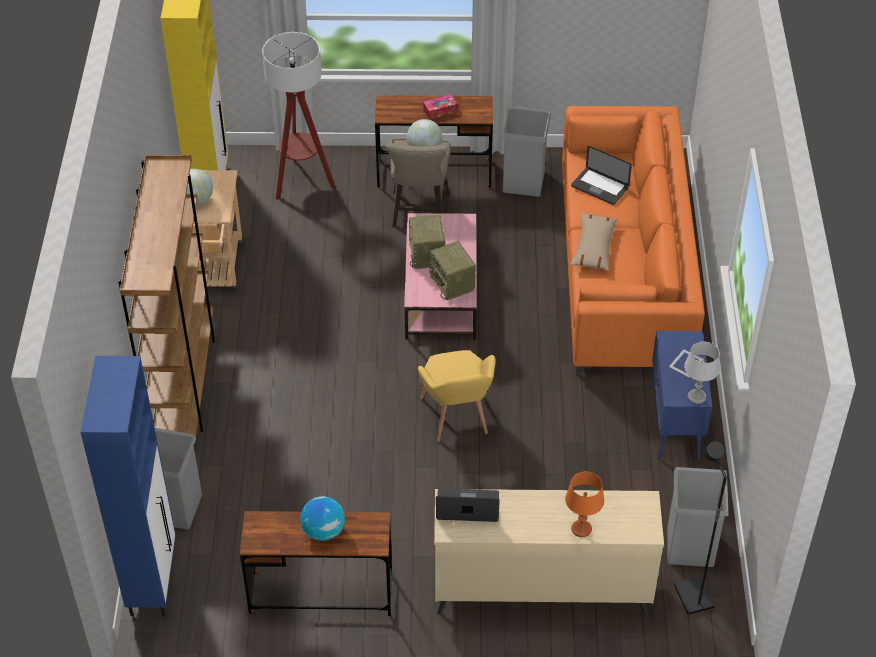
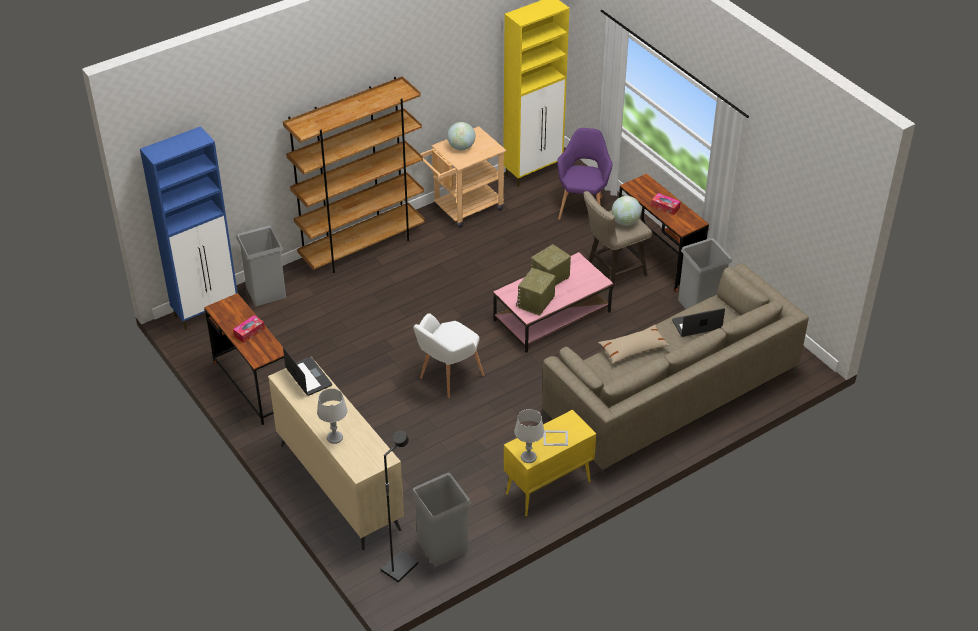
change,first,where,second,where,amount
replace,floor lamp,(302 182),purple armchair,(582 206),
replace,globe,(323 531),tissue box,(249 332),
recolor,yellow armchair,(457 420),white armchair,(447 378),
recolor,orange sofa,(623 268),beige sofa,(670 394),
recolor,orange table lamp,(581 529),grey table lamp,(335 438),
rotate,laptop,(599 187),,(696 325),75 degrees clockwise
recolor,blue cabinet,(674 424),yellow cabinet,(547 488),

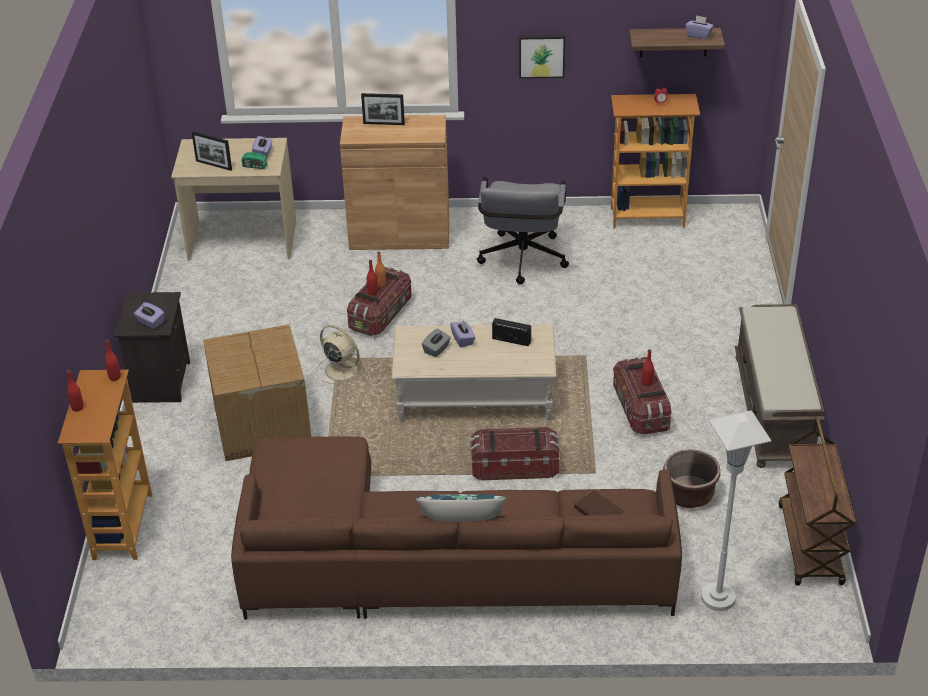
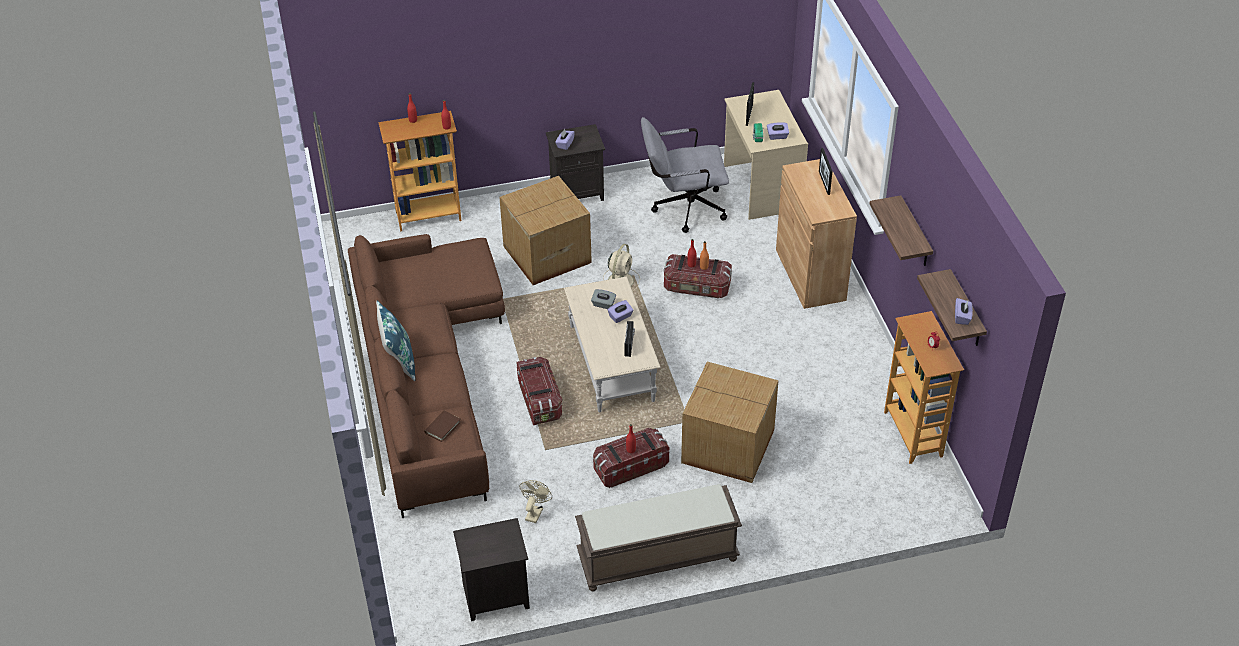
change,first,where,second,where,amount
move,grey office chair,(522 262),,(683 208),
replace,picture,(541 55),shelf,(915 233),
replace,brown planter,(689 495),beige fan,(535 512),
delete,white floor lamp,(718 598),,,
replace,brown cart,(810 545),black nightstand,(495 597),
insert,,,cardboard box,(728 447),

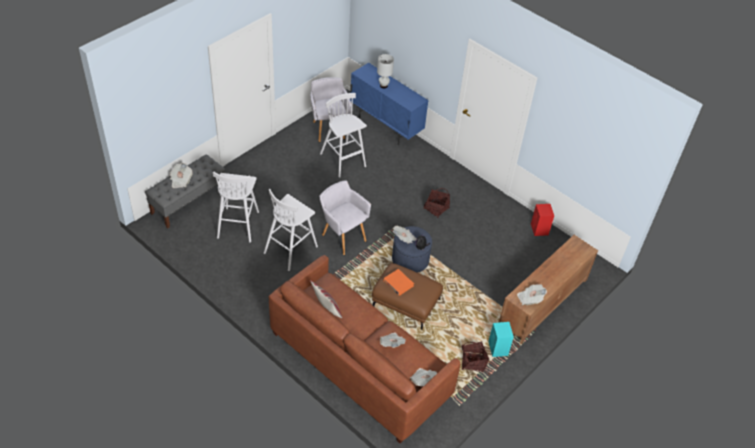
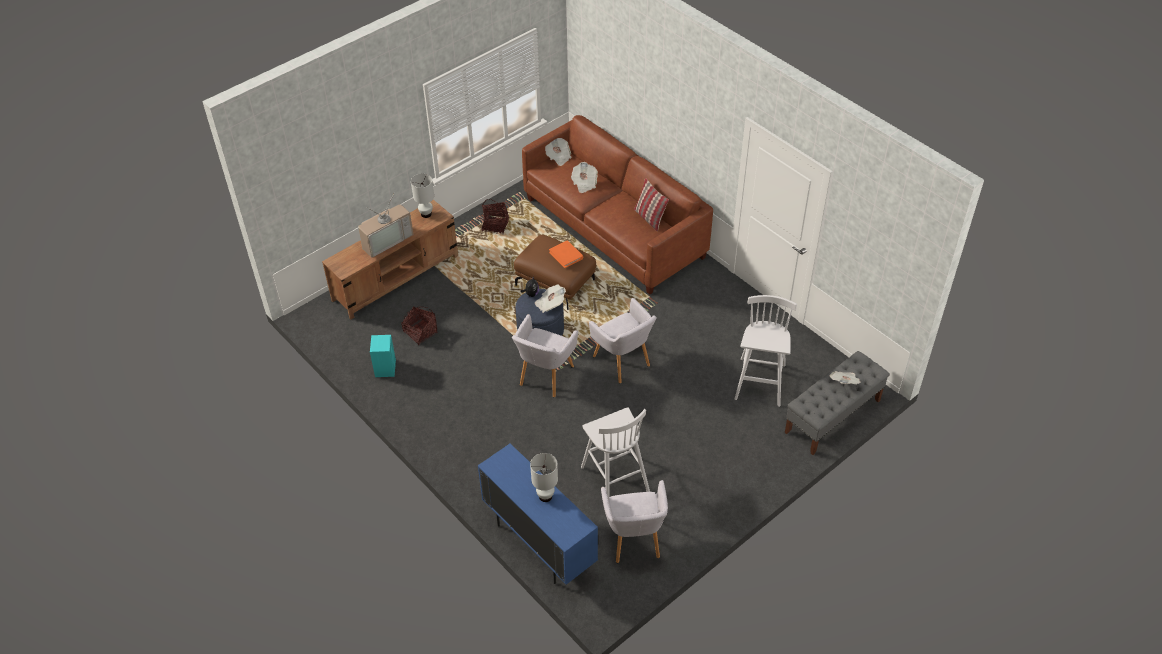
change,first,where,second,where,amount
delete,white stool,(291 249),,,
move,basket,(436 208),,(420 332),
move,turquoise speaker,(498 349),,(385 368),
replace,newspaper,(530 299),white table lamp,(426 214),
delete,red speaker,(539 230),,,
insert,,,television,(386 239),
insert,,,grey armchair,(545 377),

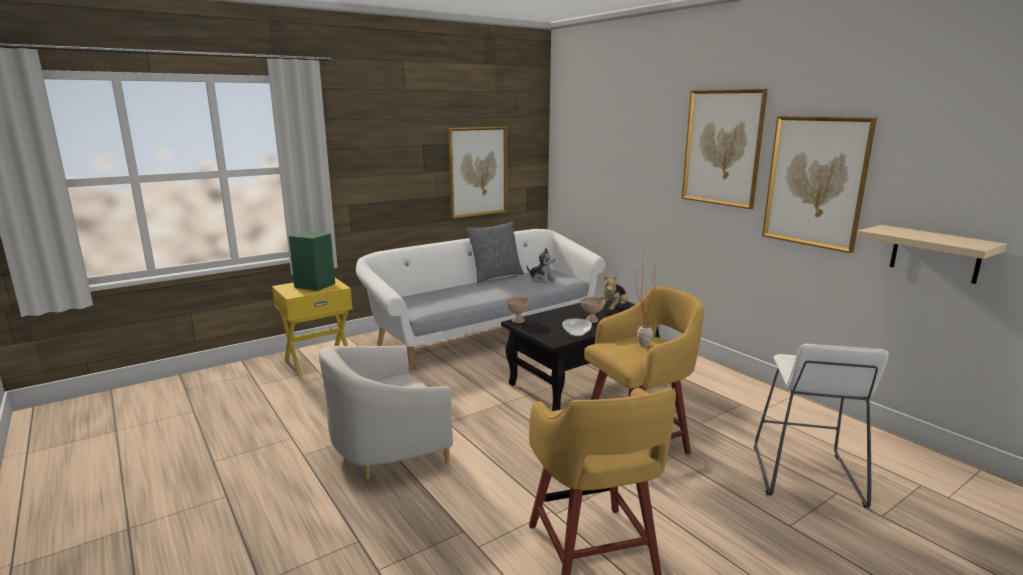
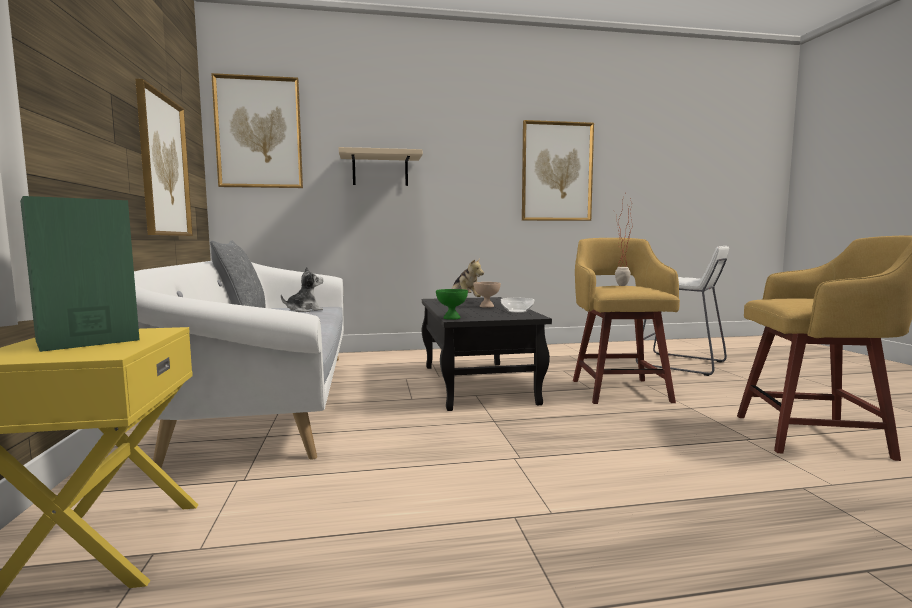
change,first,where,second,where,amount
delete,white armchair,(388 449),,,
recolor,beige bowl,(518 320),green bowl,(451 318),
move,picture,(722 147),,(259 133),
move,beige shelf,(935 254),,(380 170),

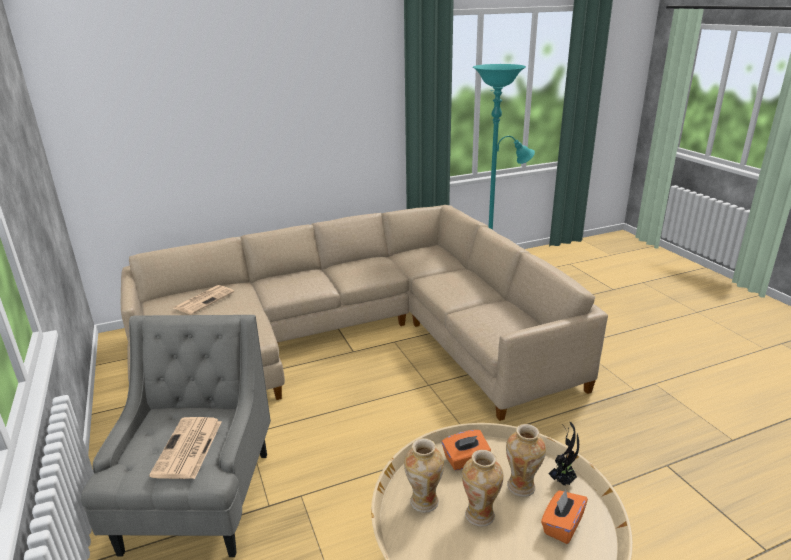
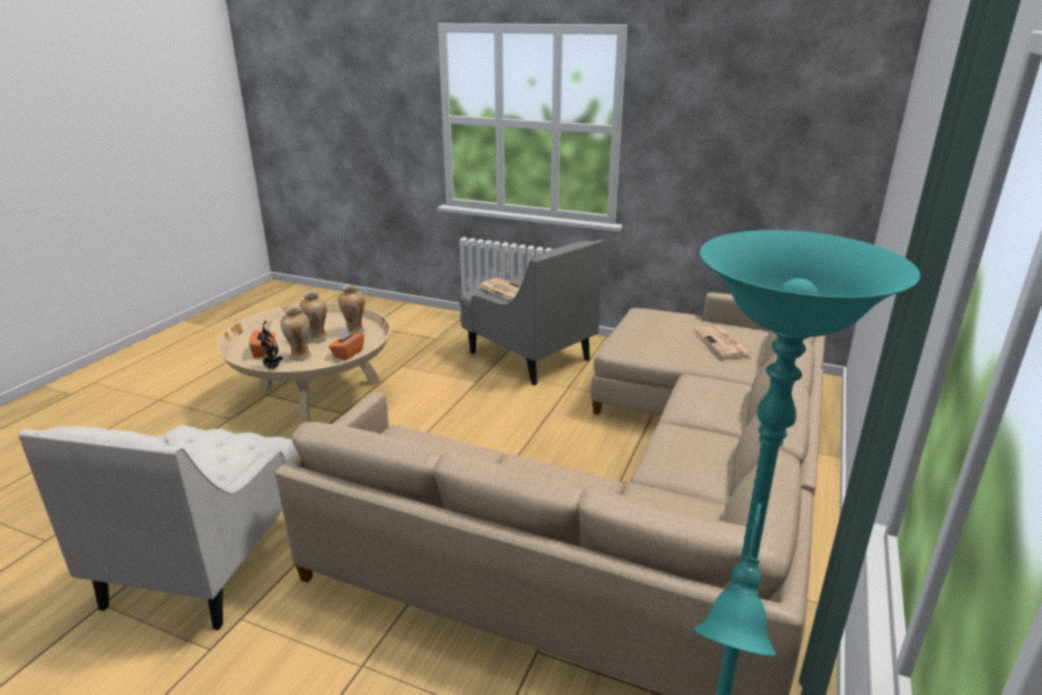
change,first,where,second,where,amount
insert,,,white armchair,(207 560),

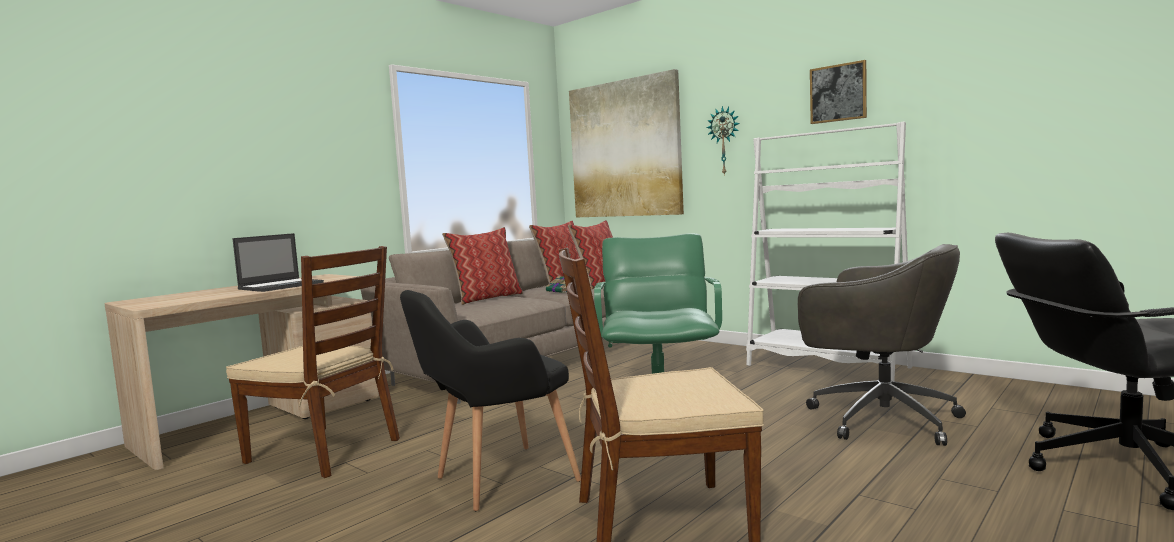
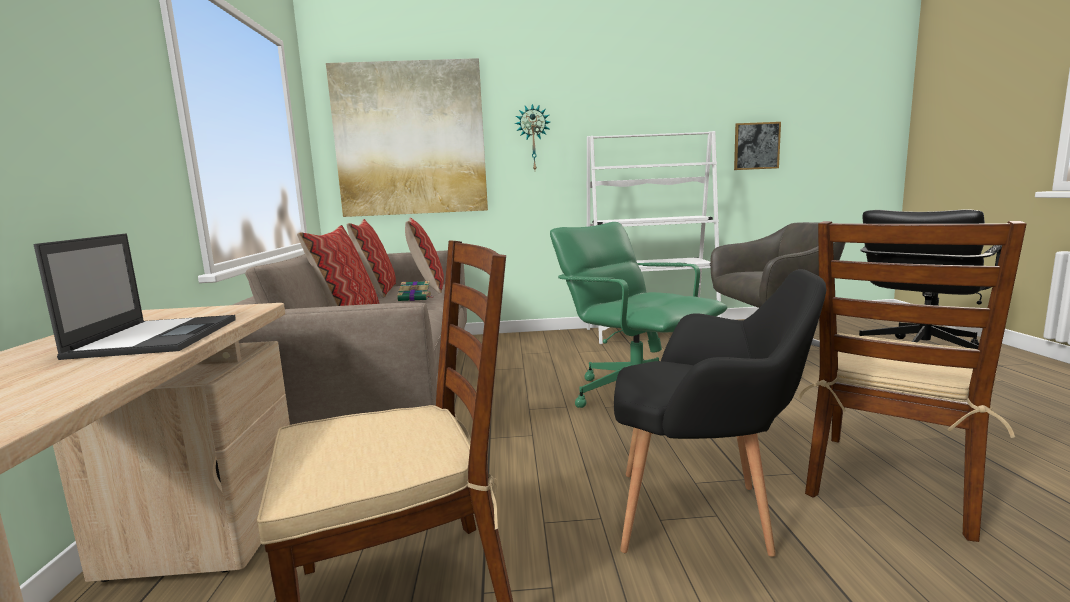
change,first,where,second,where,amount
rotate,black armchair,(496 481),,(704 516),90 degrees counterclockwise
move,picture,(838 93),,(756 146),

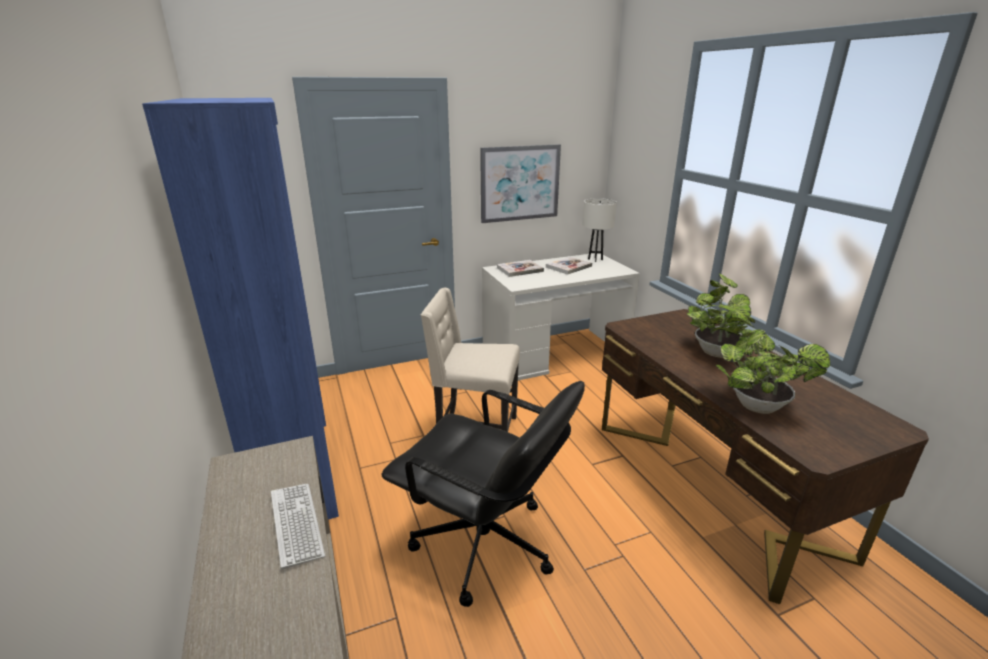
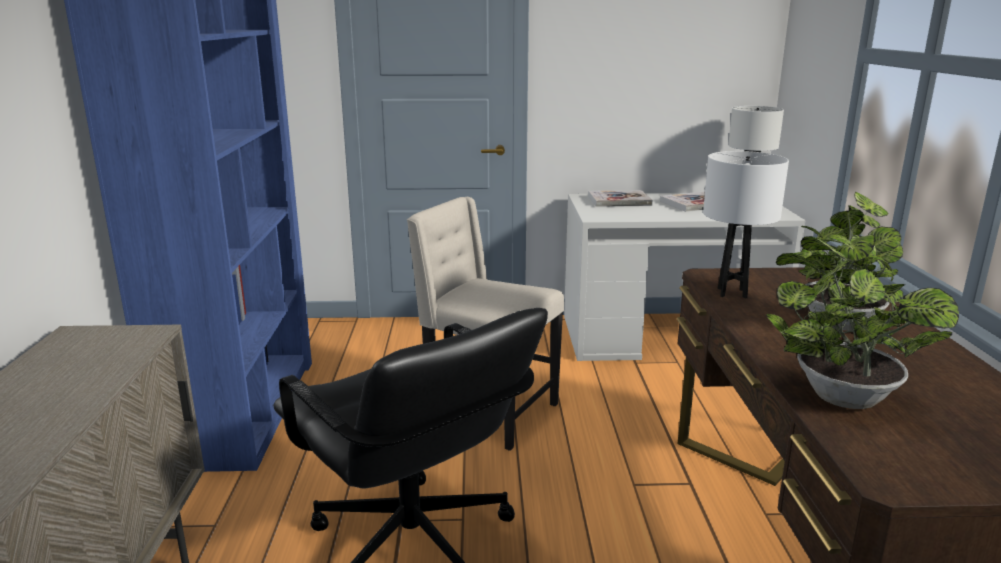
change,first,where,second,where,amount
delete,keyboard,(296 524),,,
delete,picture,(520 183),,,
insert,,,white table lamp,(732 293),

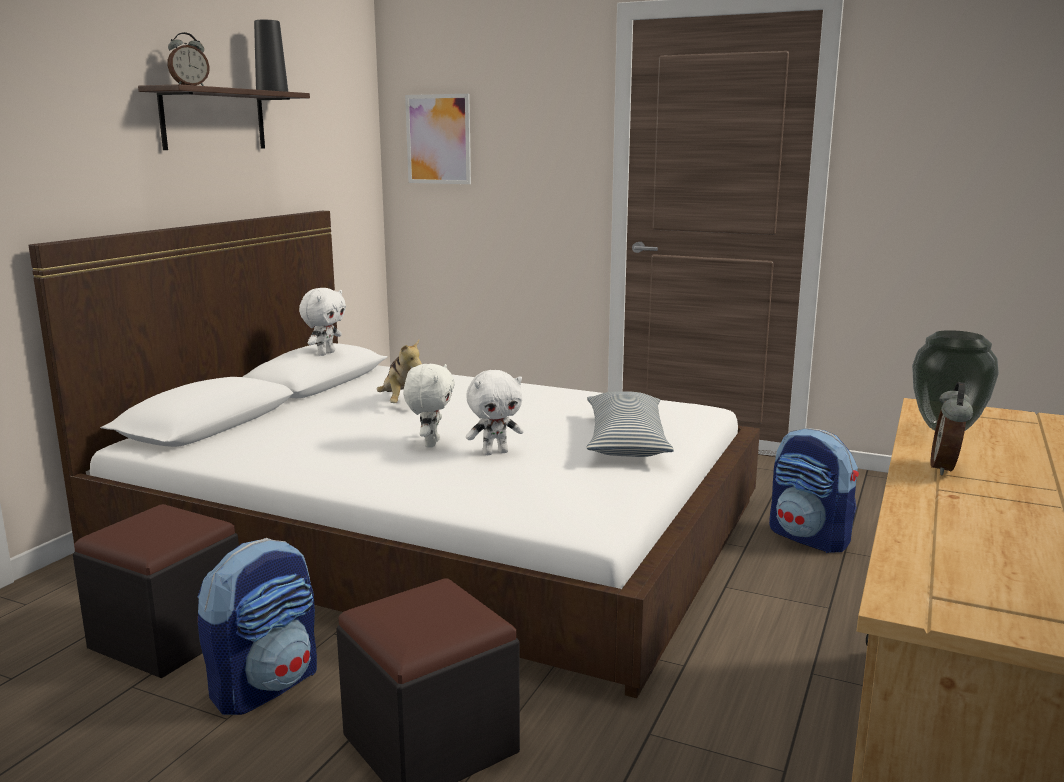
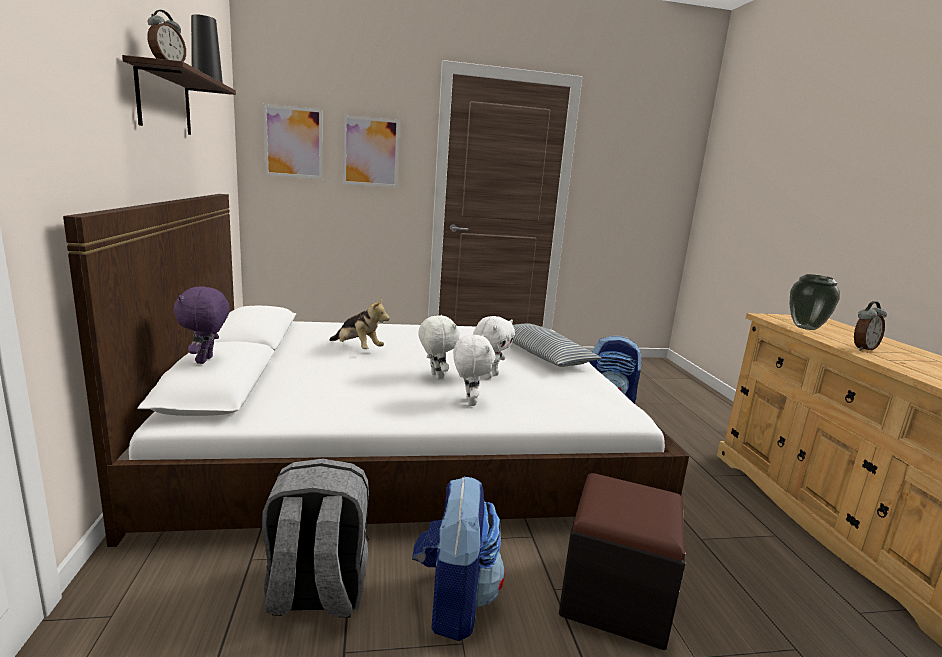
change,first,where,second,where,amount
replace,black ottoman,(168 637),grey backpack,(316 593),
move,white plush toy,(325 353),,(469 402),
rotate,alarm clock,(946 469),,(862 348),105 degrees counterclockwise
insert,,,purple plush toy,(206 360),
insert,,,picture,(371 152),

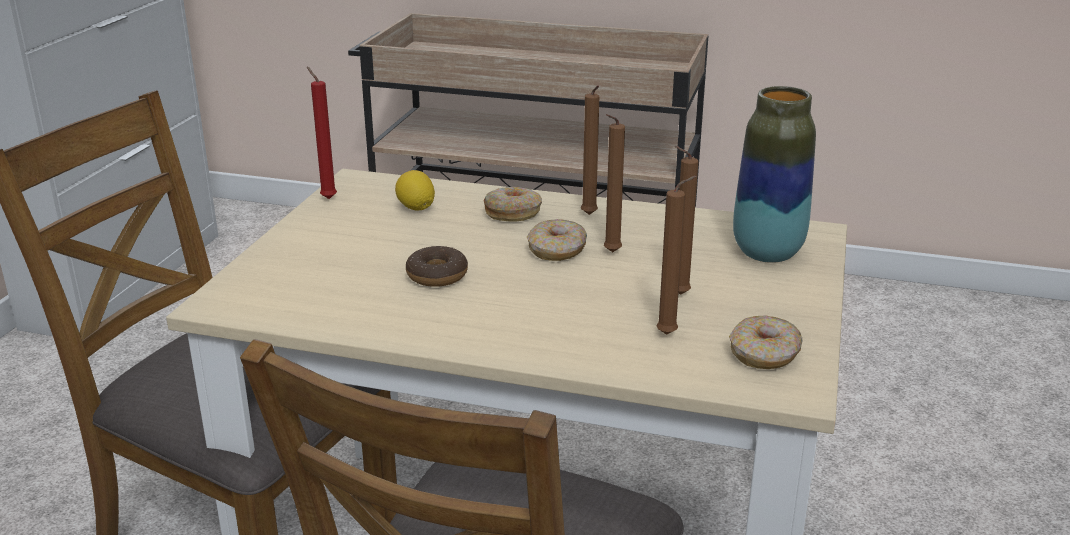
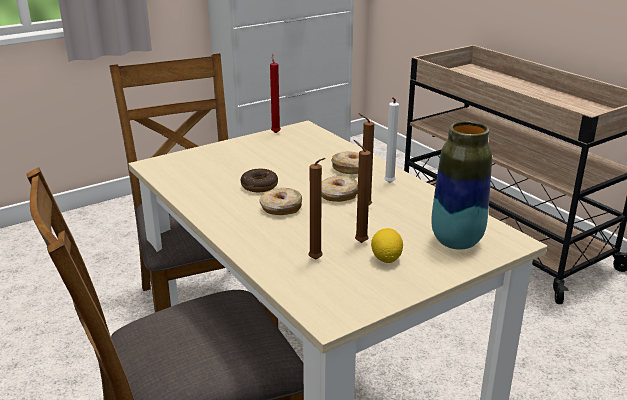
change,first,where,second,where,amount
move,lemon,(416 208),,(386 259),
recolor,brown candle,(590 216),white candle,(388 184),
move,donut,(764 354),,(281 208),

